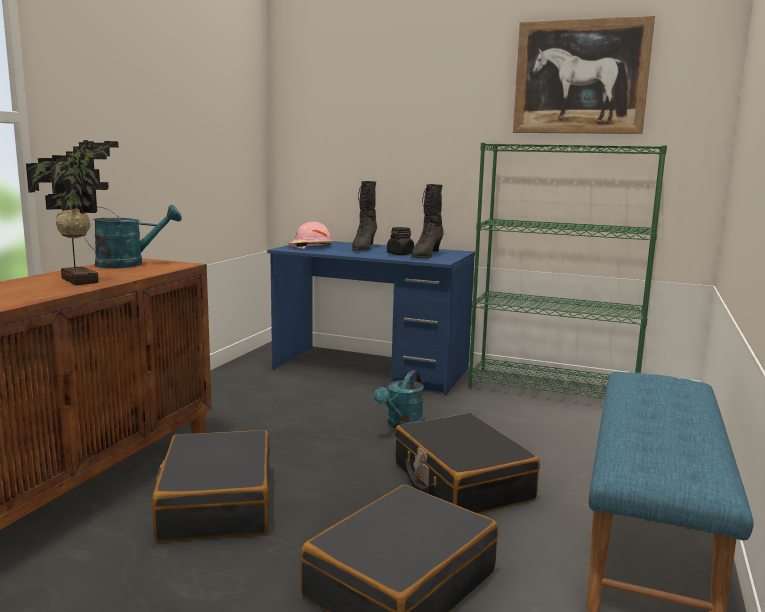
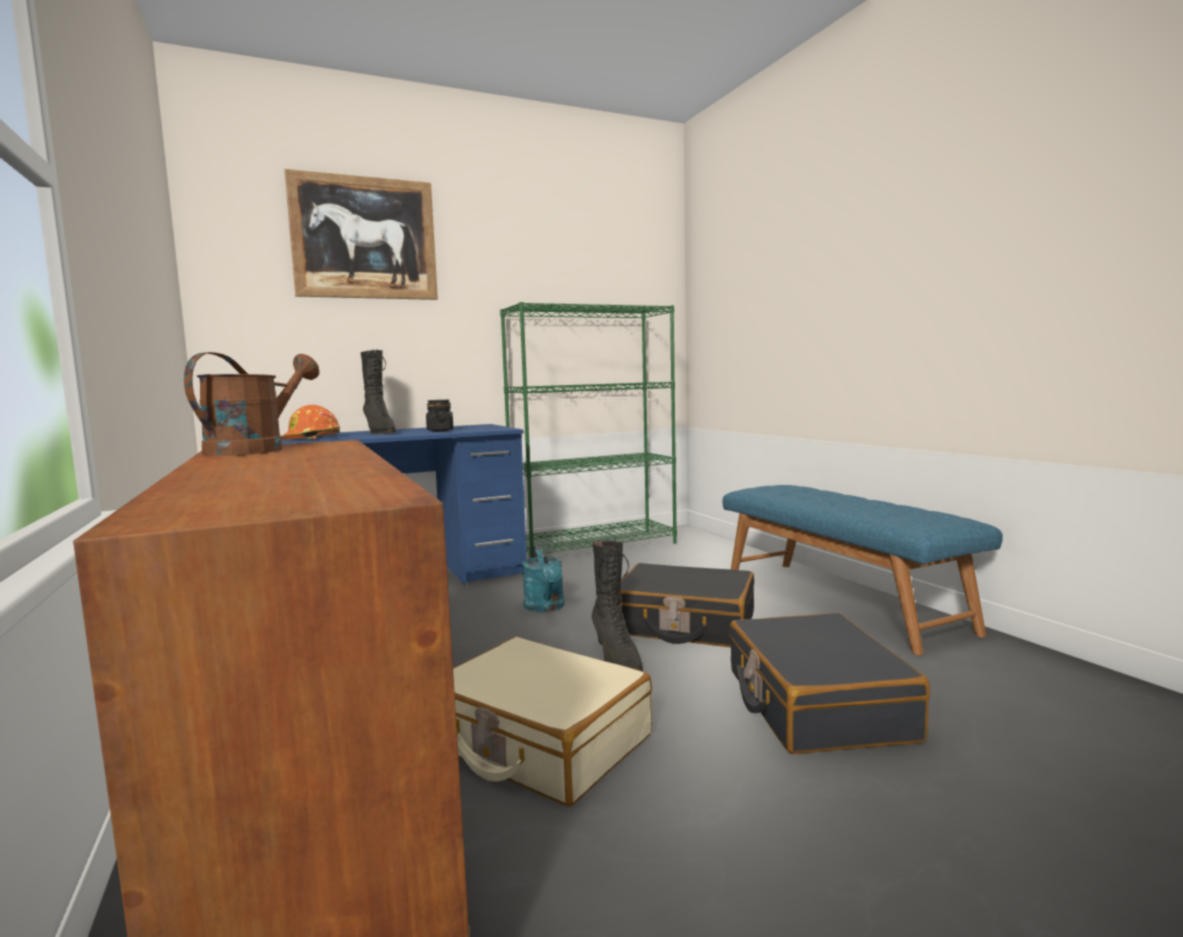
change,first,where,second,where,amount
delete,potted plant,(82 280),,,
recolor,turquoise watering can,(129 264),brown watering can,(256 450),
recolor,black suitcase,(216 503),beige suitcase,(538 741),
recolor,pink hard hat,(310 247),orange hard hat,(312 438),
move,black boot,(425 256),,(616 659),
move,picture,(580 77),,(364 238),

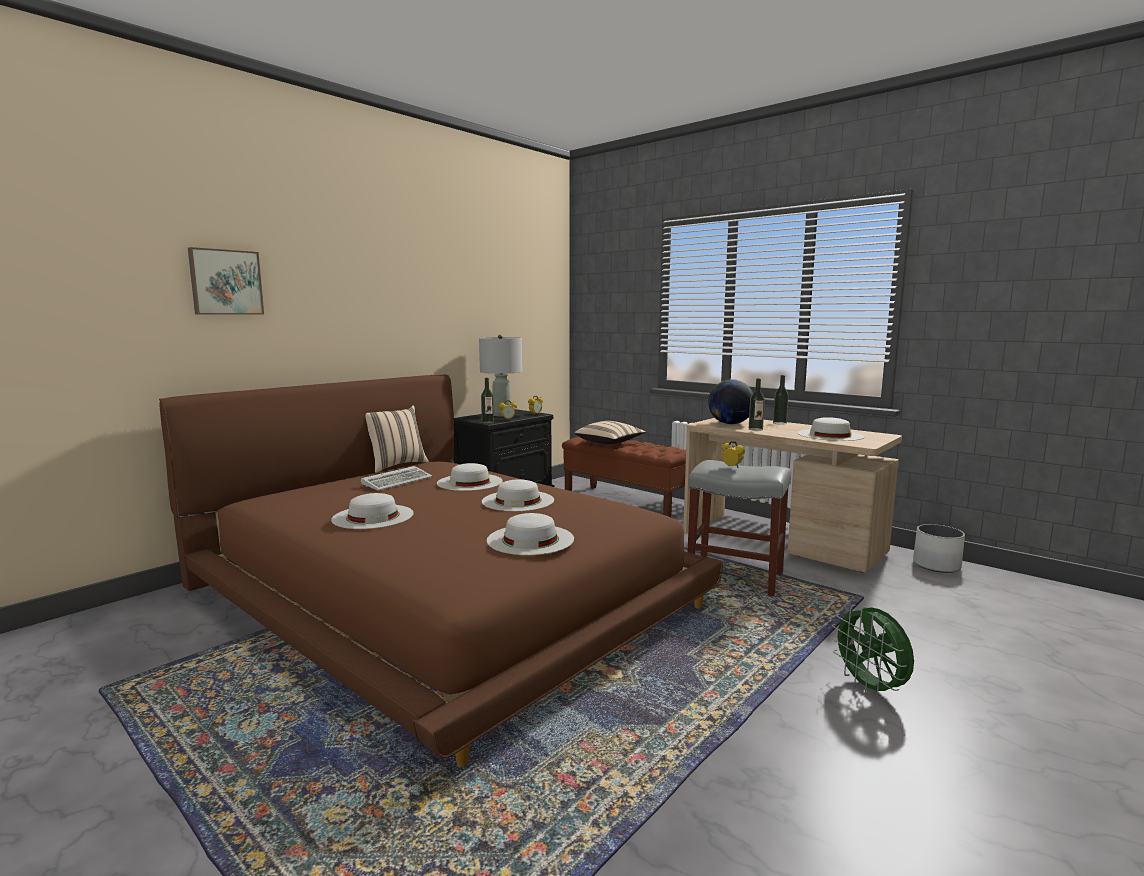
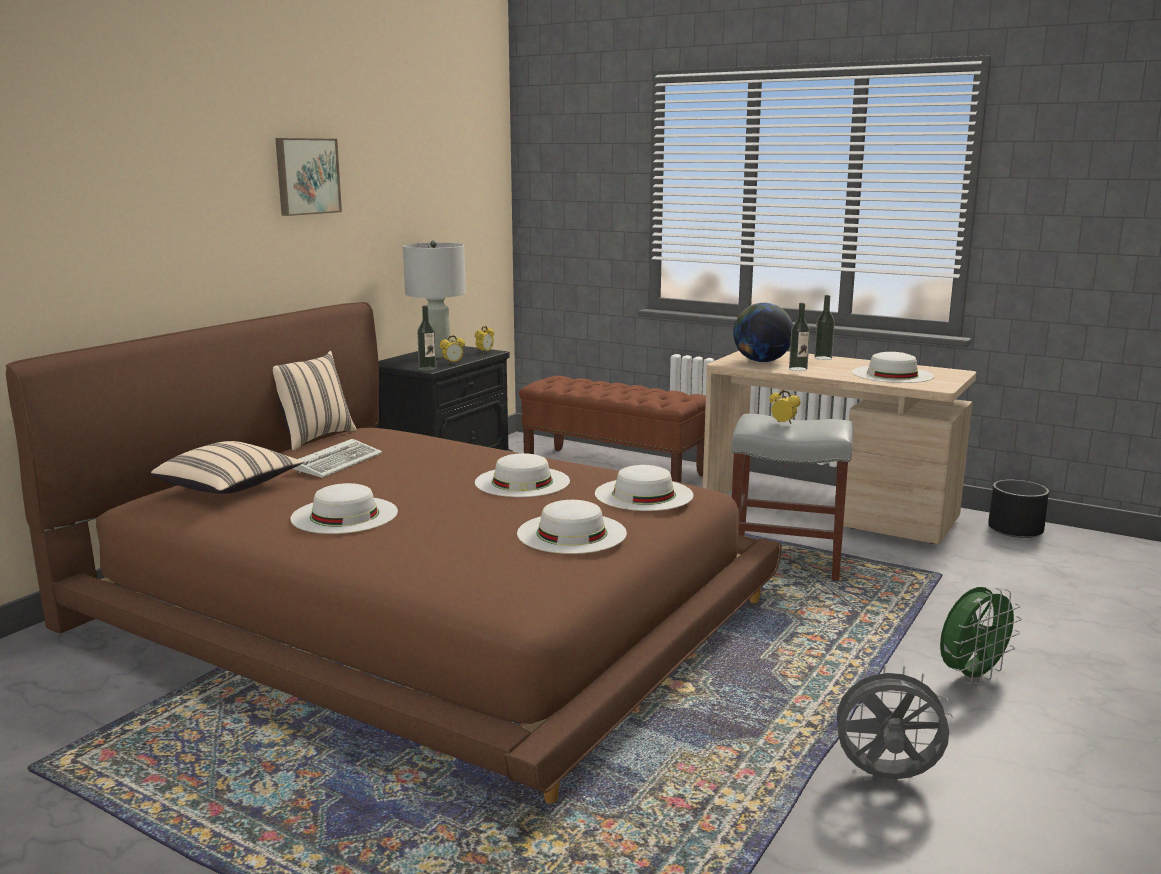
change,first,where,second,where,amount
move,picture,(225 282),,(306 176),
move,white hat,(470 482),,(644 494),
move,beige pillow,(609 443),,(230 488),
rotate,green fan,(870 688),,(971 676),90 degrees counterclockwise
recolor,white planter,(936 565),black planter,(1015 530),
insert,,,grey fan,(886 778),

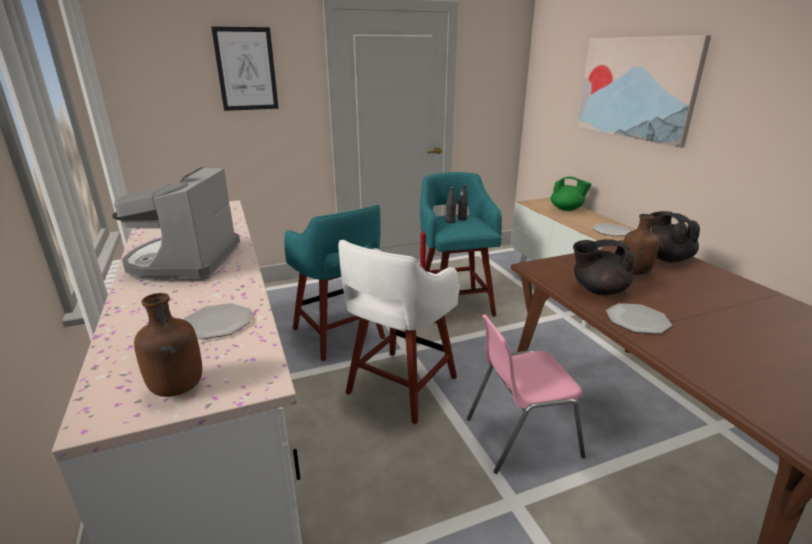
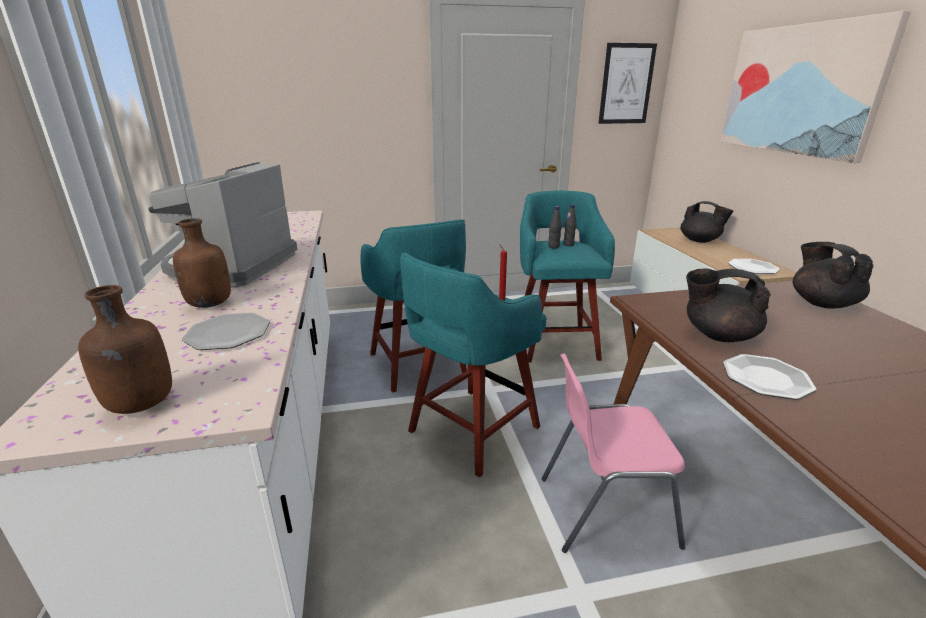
change,first,where,second,where,amount
move,picture,(246 69),,(626 84),
recolor,white stool,(399 387),turquoise stool,(471 431),
recolor,green teapot,(567 209),black teapot,(700 241),
move,brown bottle,(634 272),,(210 303),

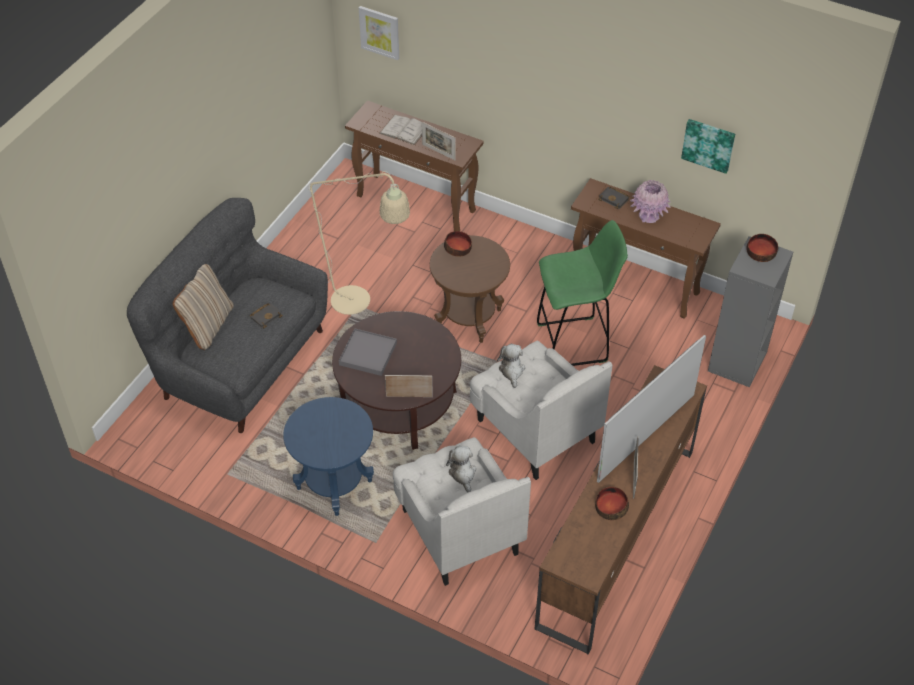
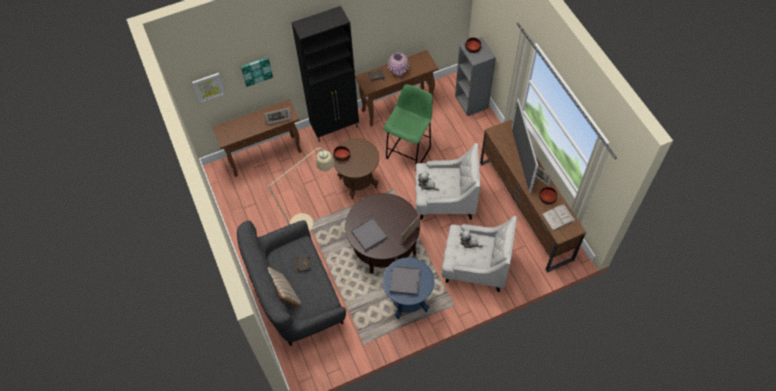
change,first,where,second,where,amount
move,white book,(404 130),,(558 217),
move,picture,(708 144),,(256 71),
insert,,,black cabinet,(335 128),
insert,,,grey tray,(405 281),

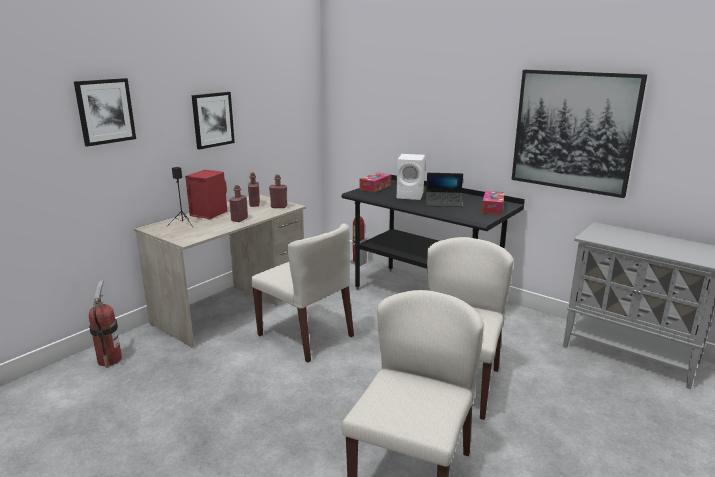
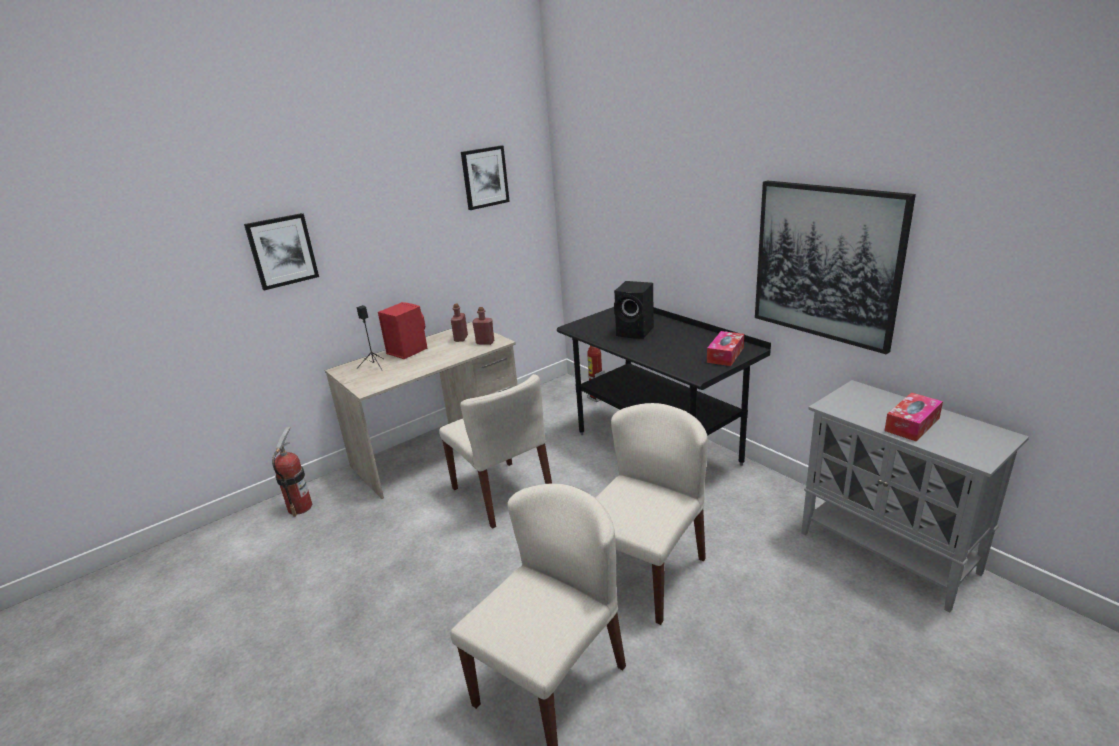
change,first,where,second,where,amount
move,picture,(212 120),,(484 177),
delete,red bottle,(239 219),,,
move,tissue box,(375 187),,(912 424),
recolor,white speaker,(411 195),black speaker,(636 332),
delete,laptop,(443 203),,,

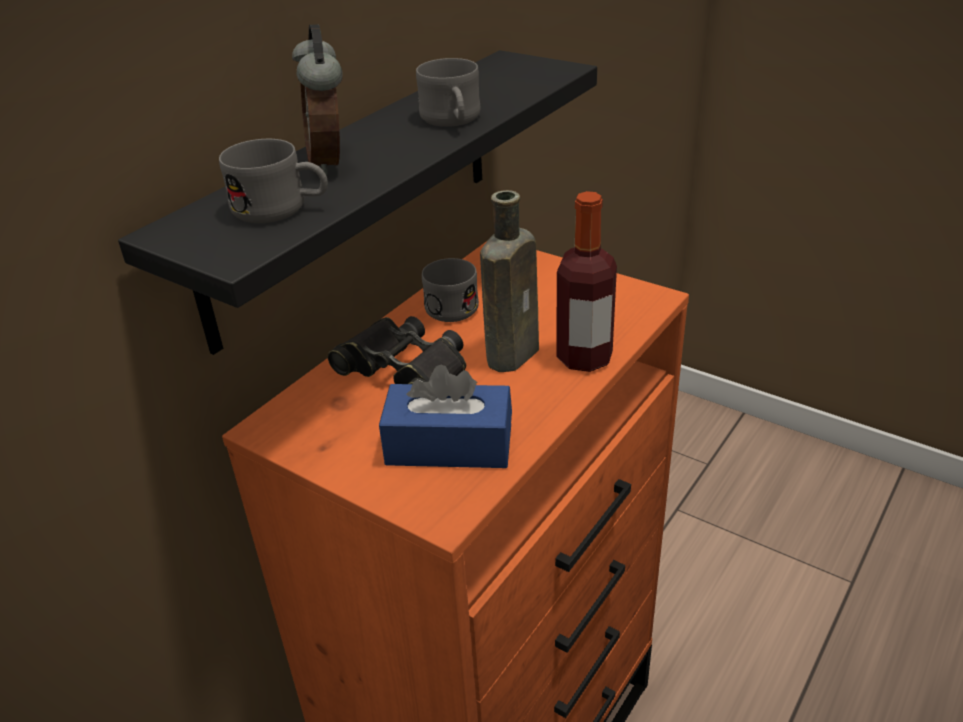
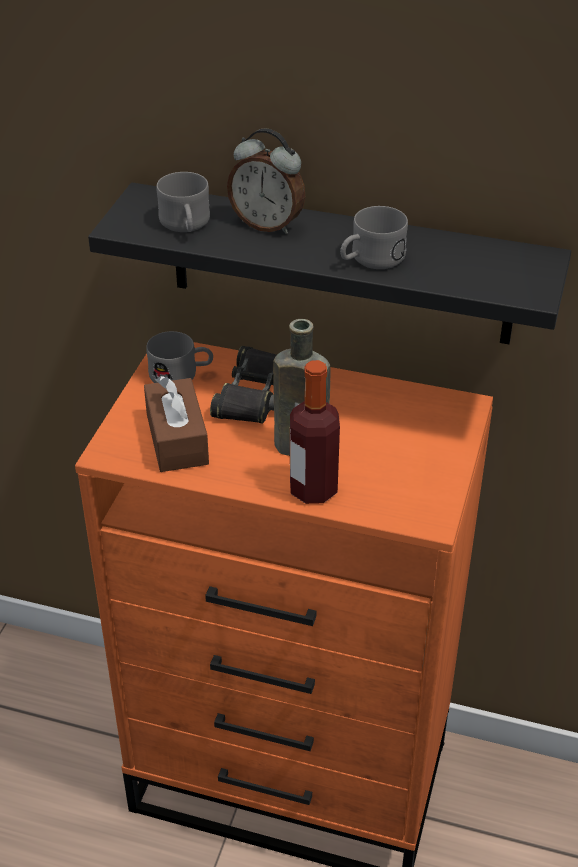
change,first,where,second,where,amount
rotate,alarm clock,(330 162),,(267 224),120 degrees counterclockwise
recolor,blue tissue box,(449 445),brown tissue box,(177 439),
move,grey mug,(453 304),,(181 374),

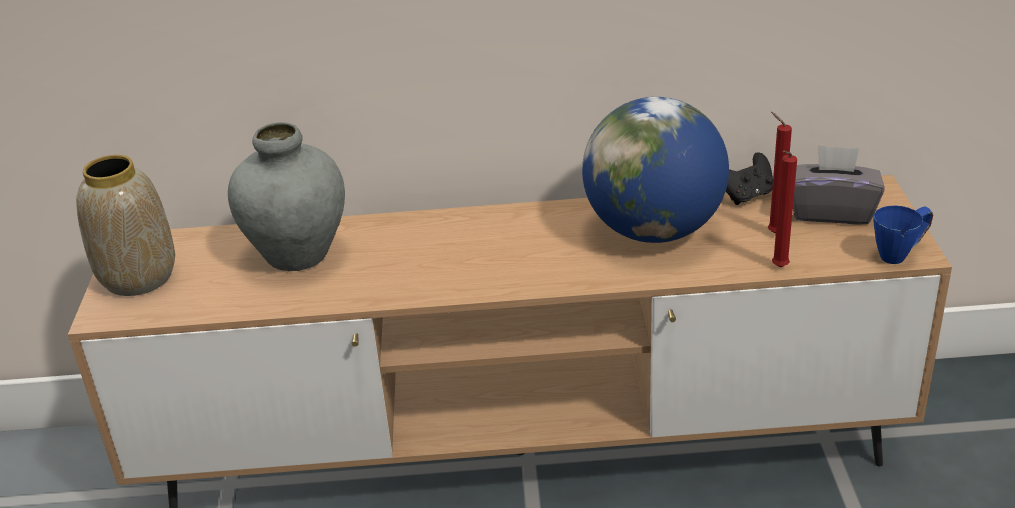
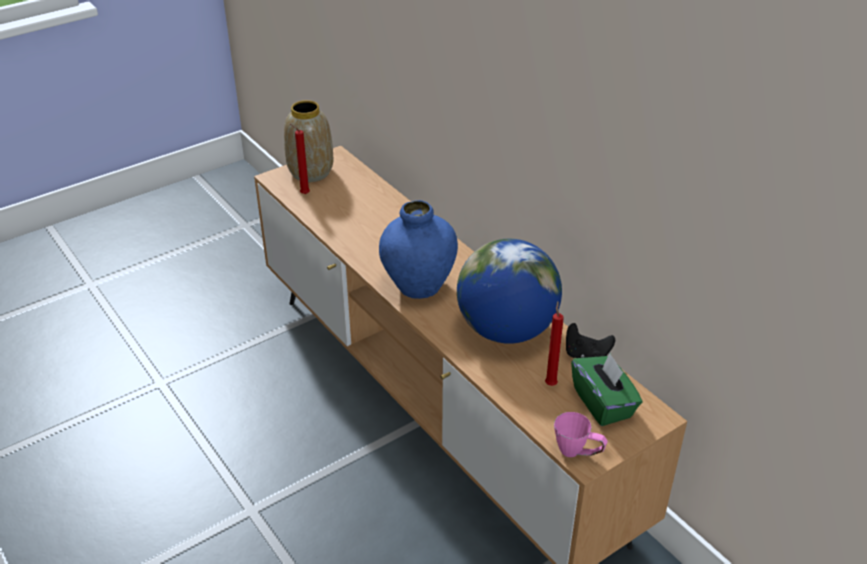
change,first,where,second,where,amount
delete,grey vase,(298 255),,,
move,red candle,(778 268),,(303 194),
recolor,grey tissue box,(831 211),green tissue box,(603 403),
recolor,blue mug,(900 253),pink mug,(578 453),
insert,,,blue vase,(418 286),

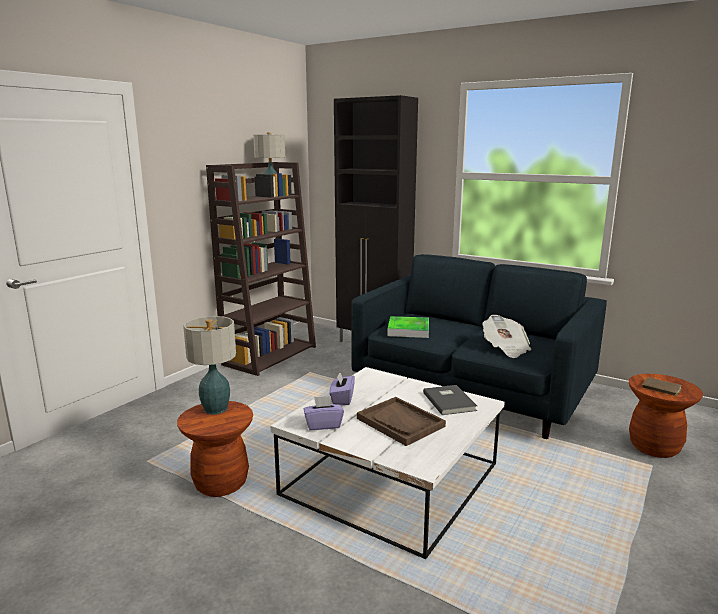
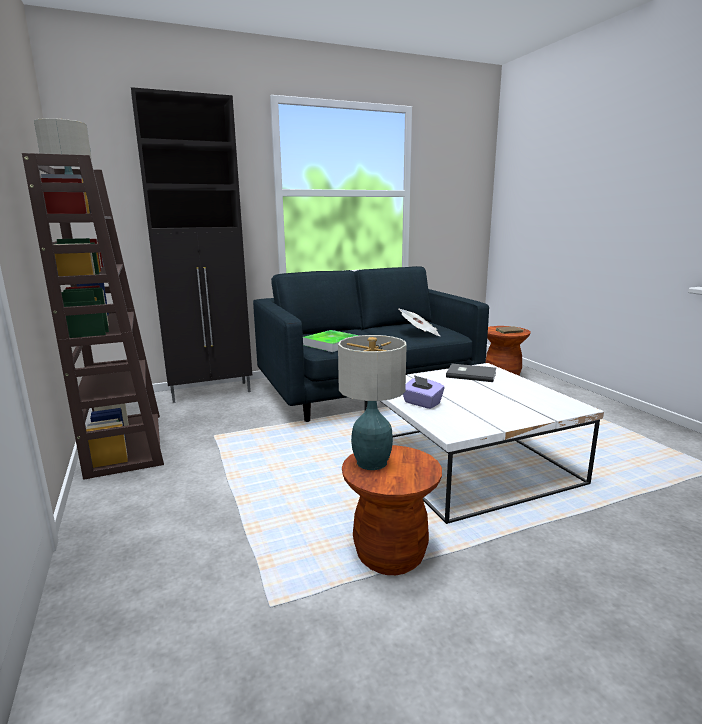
change,first,where,second,where,amount
delete,purple tissue box,(323 425),,,
delete,brown tray,(400 422),,,

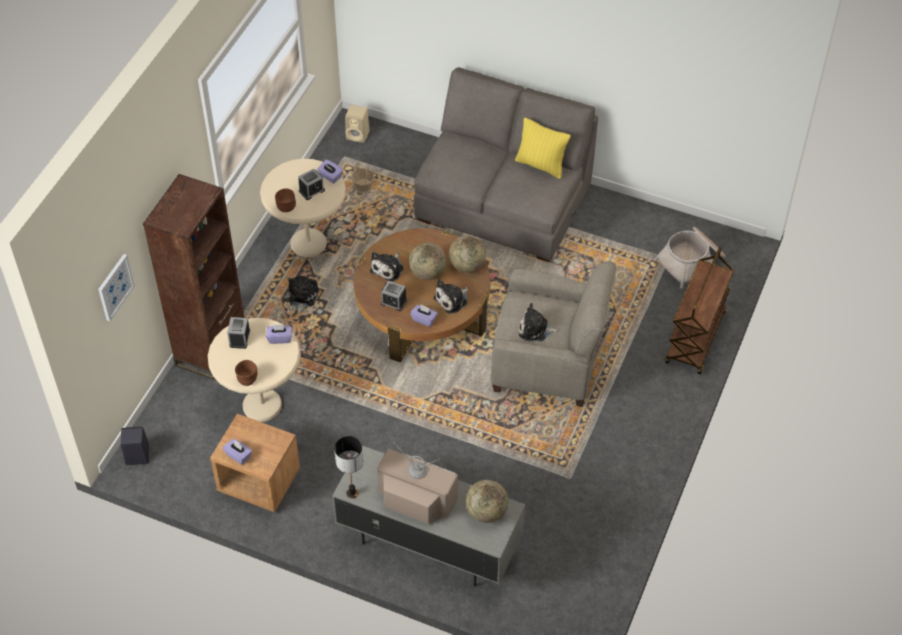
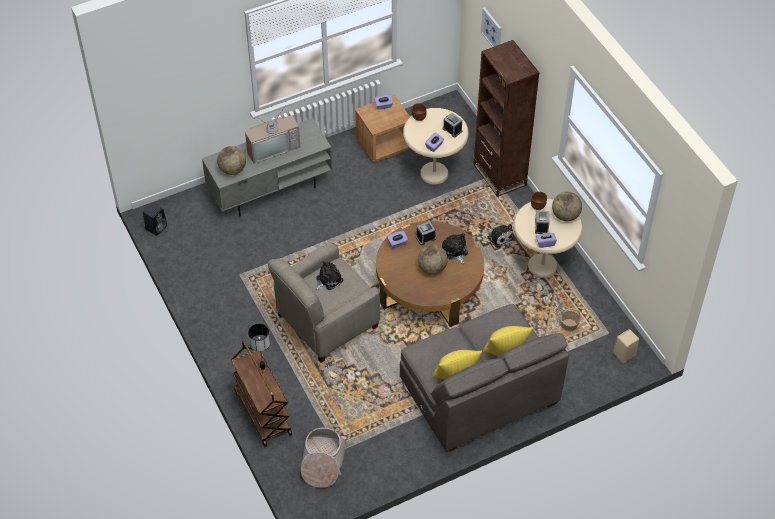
change,first,where,second,where,amount
move,black speaker,(136 456),,(156 227),
move,table lamp,(352 493),,(263 368),
delete,plush toy,(452 300),,,
move,globe,(467 265),,(565 215),
insert,,,yellow pillow,(506 351),

